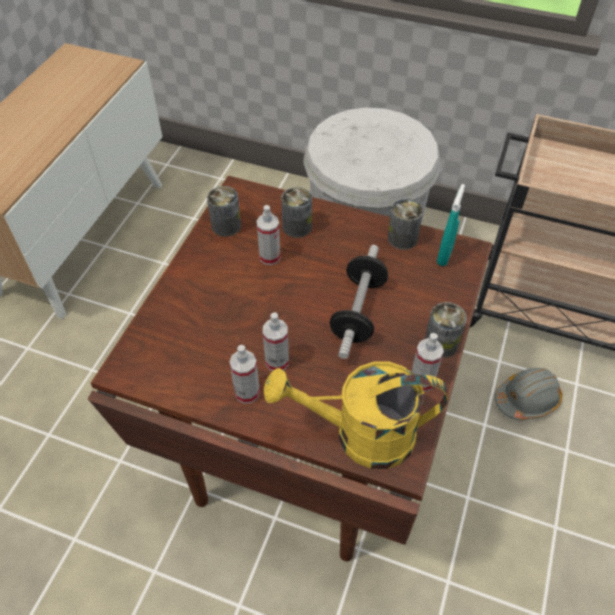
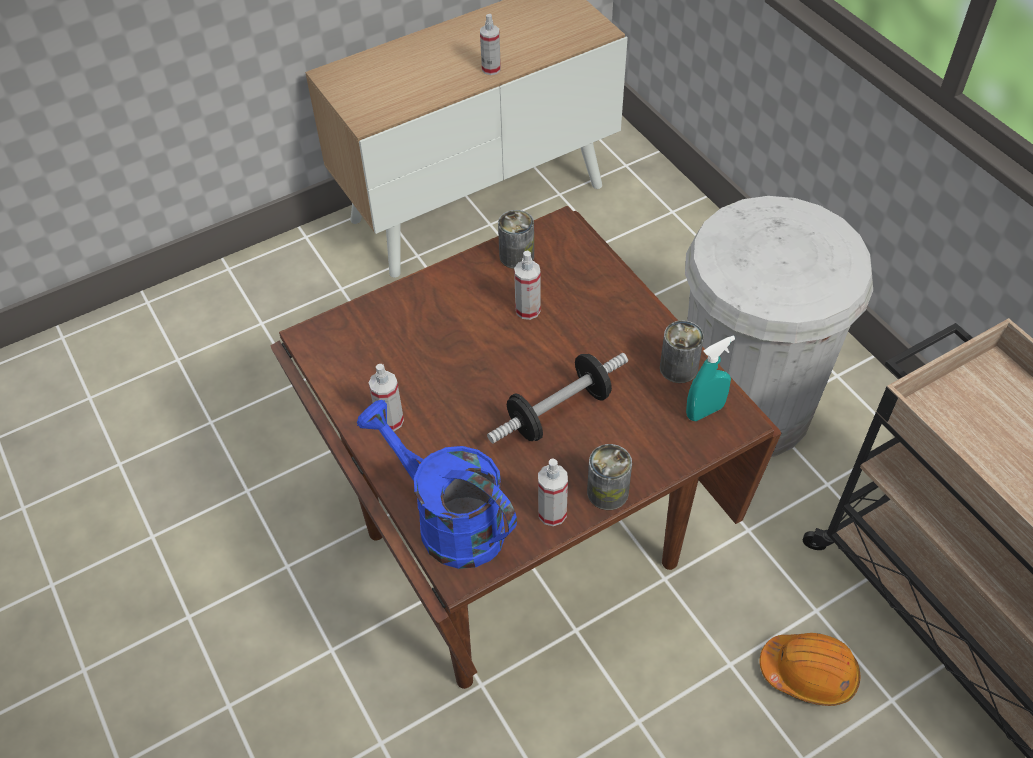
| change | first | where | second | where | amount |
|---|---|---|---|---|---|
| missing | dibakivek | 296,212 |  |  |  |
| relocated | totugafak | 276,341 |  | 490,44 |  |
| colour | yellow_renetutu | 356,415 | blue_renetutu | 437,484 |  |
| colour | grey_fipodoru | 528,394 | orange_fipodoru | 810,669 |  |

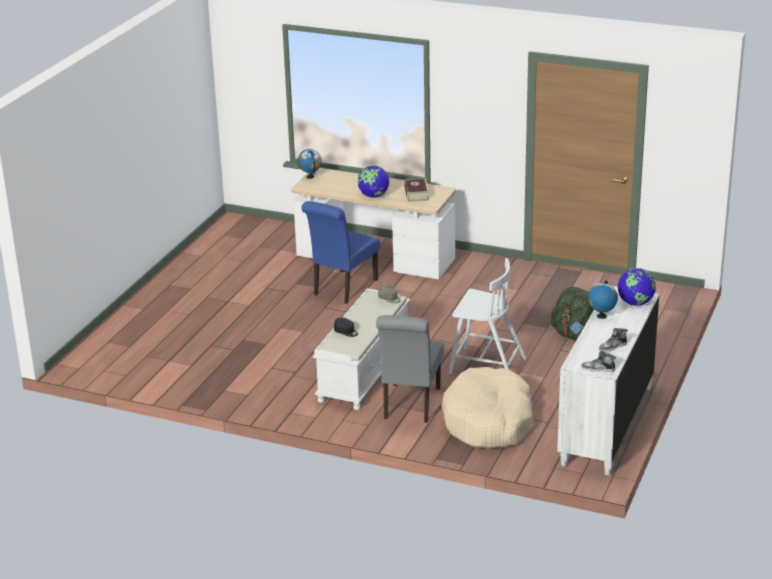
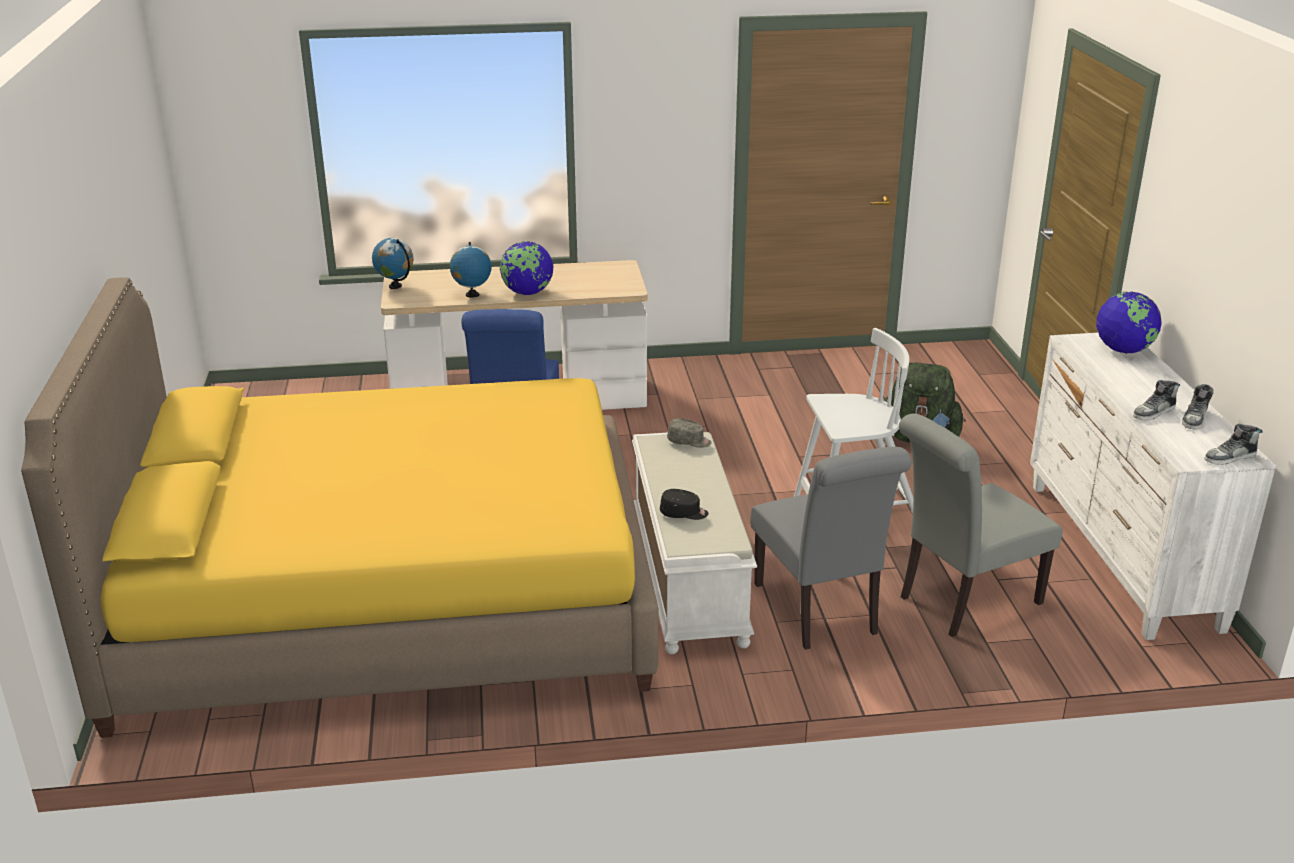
| change | first | where | second | where | amount |
|---|---|---|---|---|---|
| missing | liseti | 416,190 |  |  |  |
| appeared |  |  | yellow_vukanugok | 339,507 |  |
| appeared |  |  | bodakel | 1156,400 |  |
| relocated | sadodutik | 603,299 |  | 471,270 |  |
| exchanged | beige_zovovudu | 487,407 | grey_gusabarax | 981,525 |  |

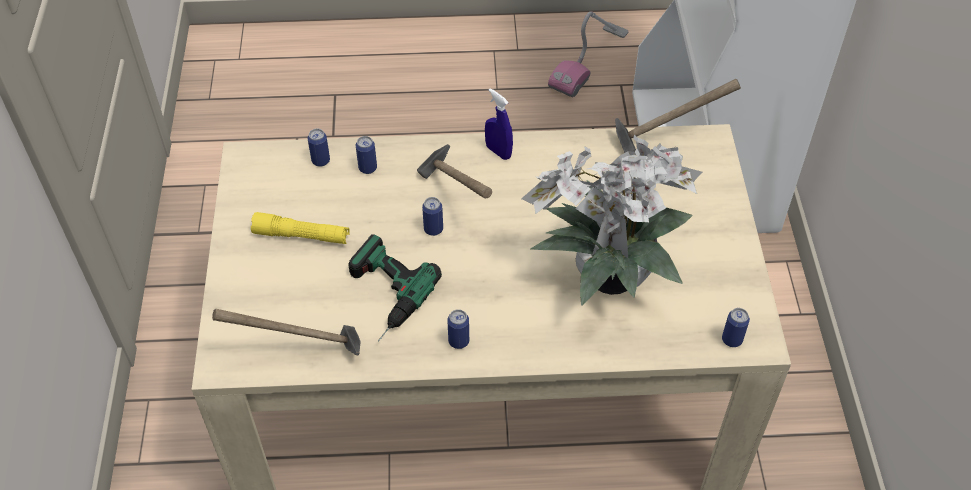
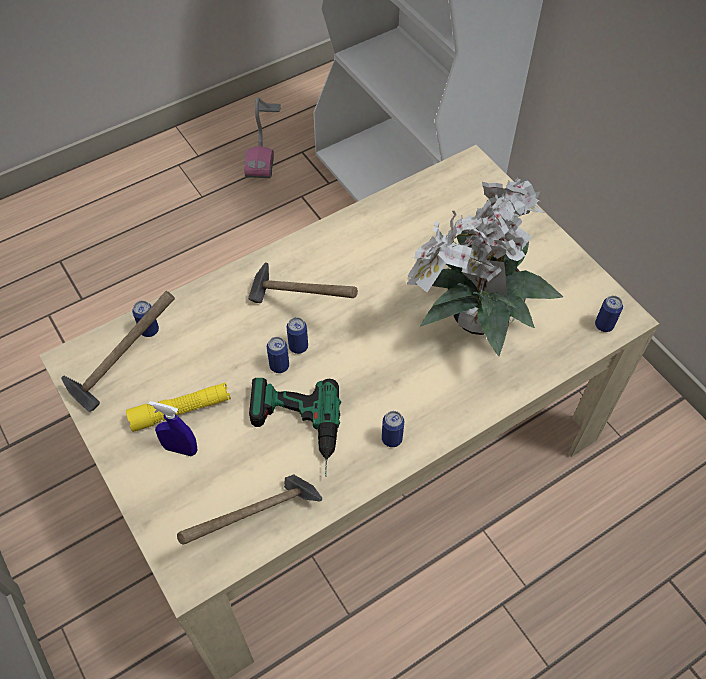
| change | first | where | second | where | amount |
|---|---|---|---|---|---|
| relocated | dibakivek | 366,155 |  | 278,355 |  |
| relocated | blue_totugafak | 499,124 |  | 173,428 |  |
| relocated | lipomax | 678,116 |  | 118,351 |  |

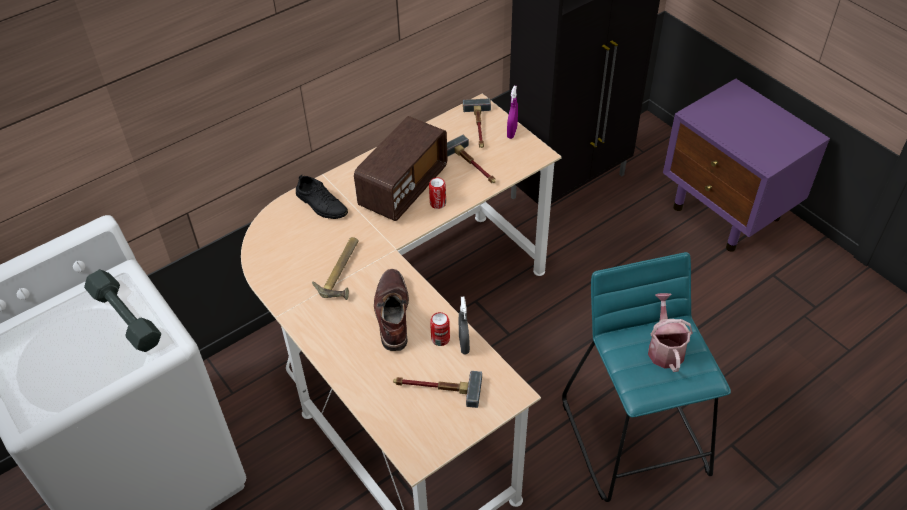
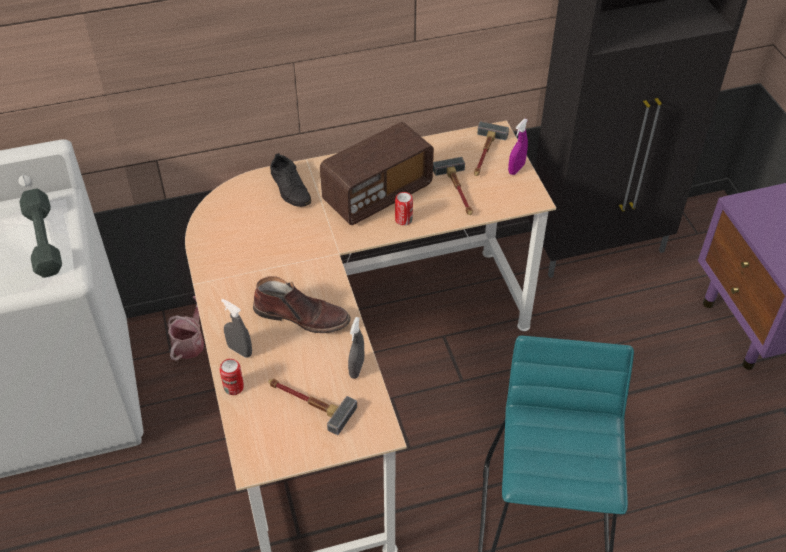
| change | first | where | second | where | amount |
|---|---|---|---|---|---|
| missing | lipomax | 335,268 |  |  |  |
| appeared |  |  | grey_totugafak | 236,328 |  |
| relocated | dibakivek | 440,329 |  | 232,377 |  |
| relocated | renetutu | 670,332 |  | 185,328 |  |
| spun | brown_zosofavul | 391,310 |  | 302,304 | 90 degrees clockwise |

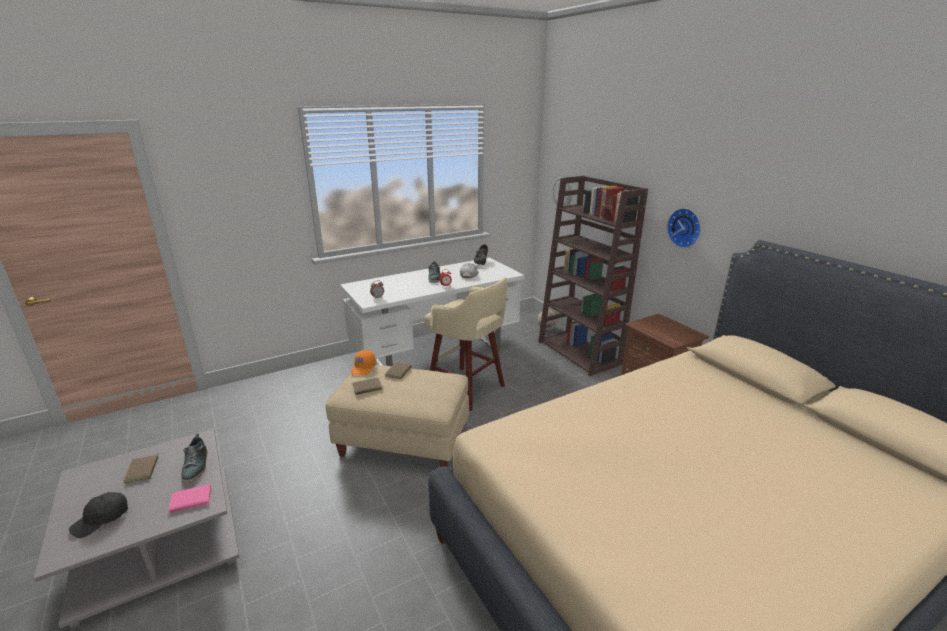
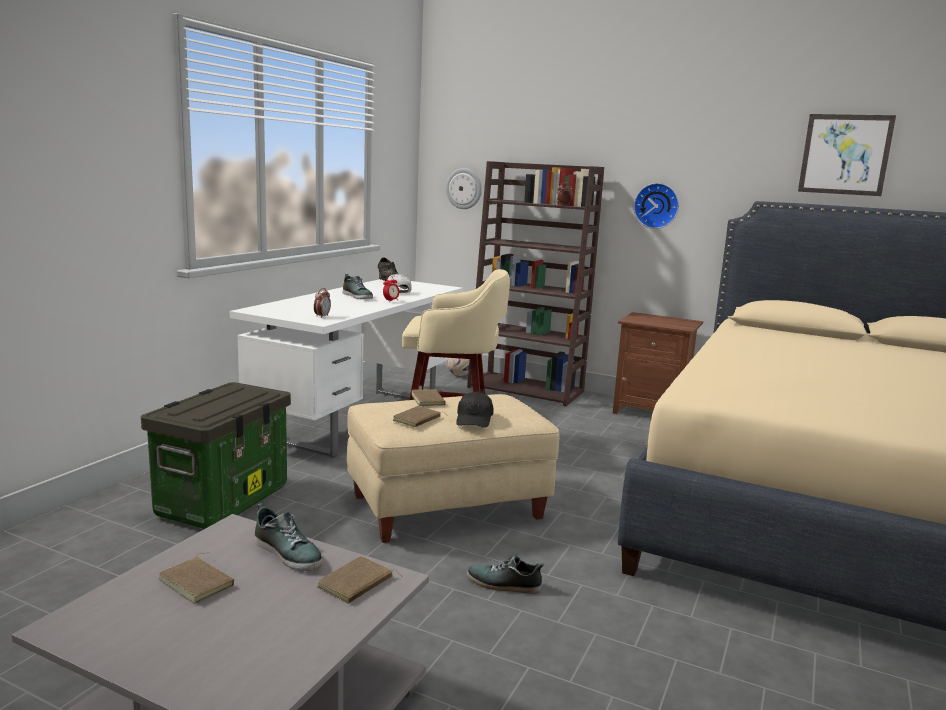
| change | first | where | second | where | amount |
|---|---|---|---|---|---|
| missing | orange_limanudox | 363,362 |  |  |  |
| appeared |  |  | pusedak | 216,455 |  |
| appeared |  |  | bodakel | 506,574 |  |
| appeared |  |  | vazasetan | 847,155 |  |
| relocated | black_limanudox | 98,515 |  | 475,409 |  |
| colour | pink_liseti | 190,498 | brown_liseti | 359,580 |  |

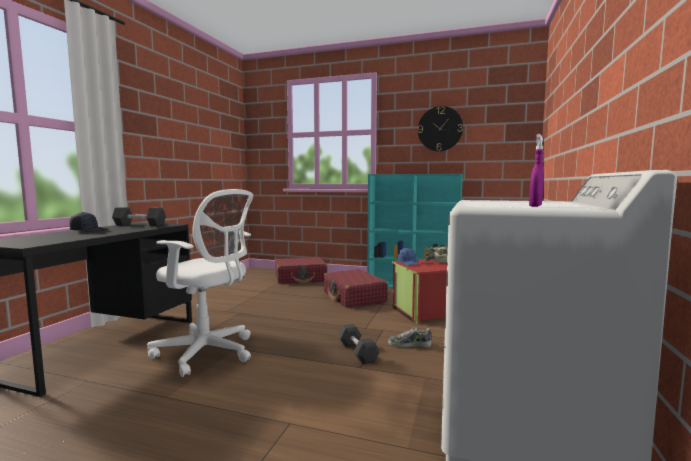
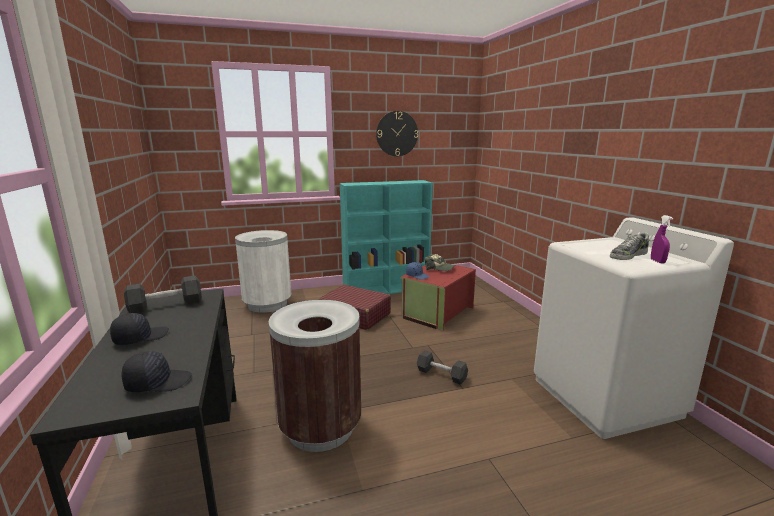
| change | first | where | second | where | amount |
|---|---|---|---|---|---|
| appeared |  |  | black_limanudox | 157,371 |  |
| relocated | bodakel | 410,337 |  | 629,246 |  |
| exchanged | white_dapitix | 200,283 | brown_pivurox | 315,376 |  |
| exchanged | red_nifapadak | 301,270 | white_pivurox | 263,271 |  |

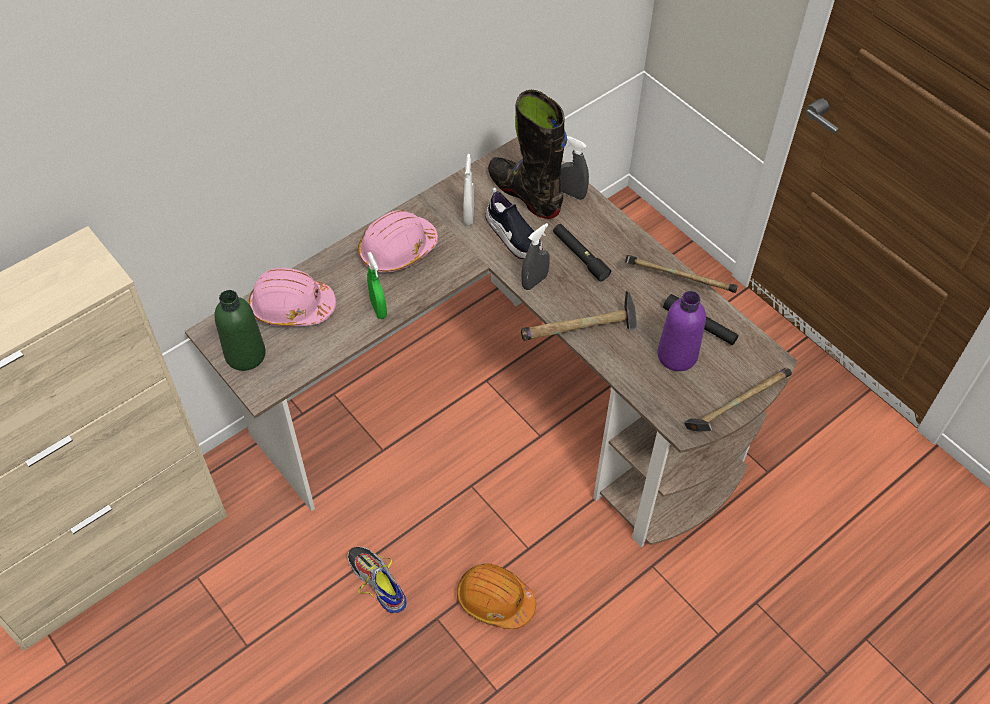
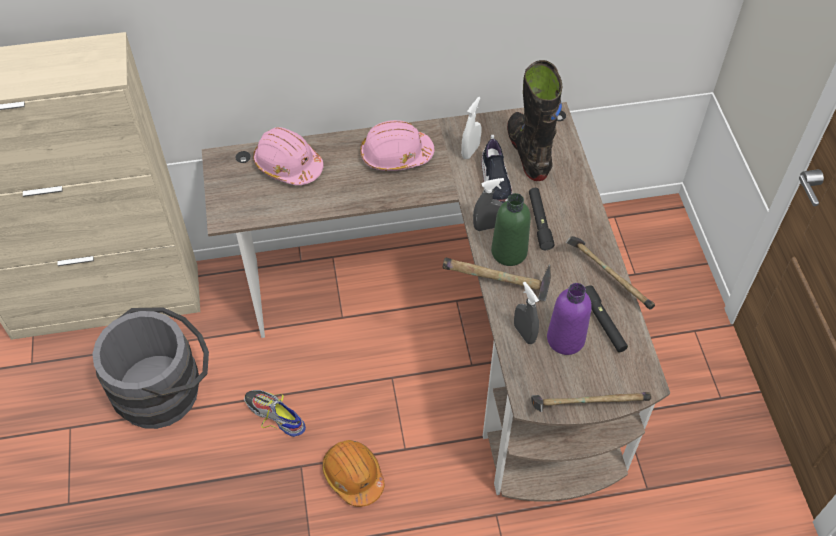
| change | first | where | second | where | amount |
|---|---|---|---|---|---|
| missing | green_totugafak | 377,285 |  |  |  |
| appeared |  |  | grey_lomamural | 151,368 |  |
| relocated | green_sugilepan | 240,330 |  | 511,229 |  |
| relocated | grey_totugafak | 574,168 |  | 526,313 |  |
| spun | bodakel | 377,580 |  | 275,413 | 45 degrees counterclockwise |

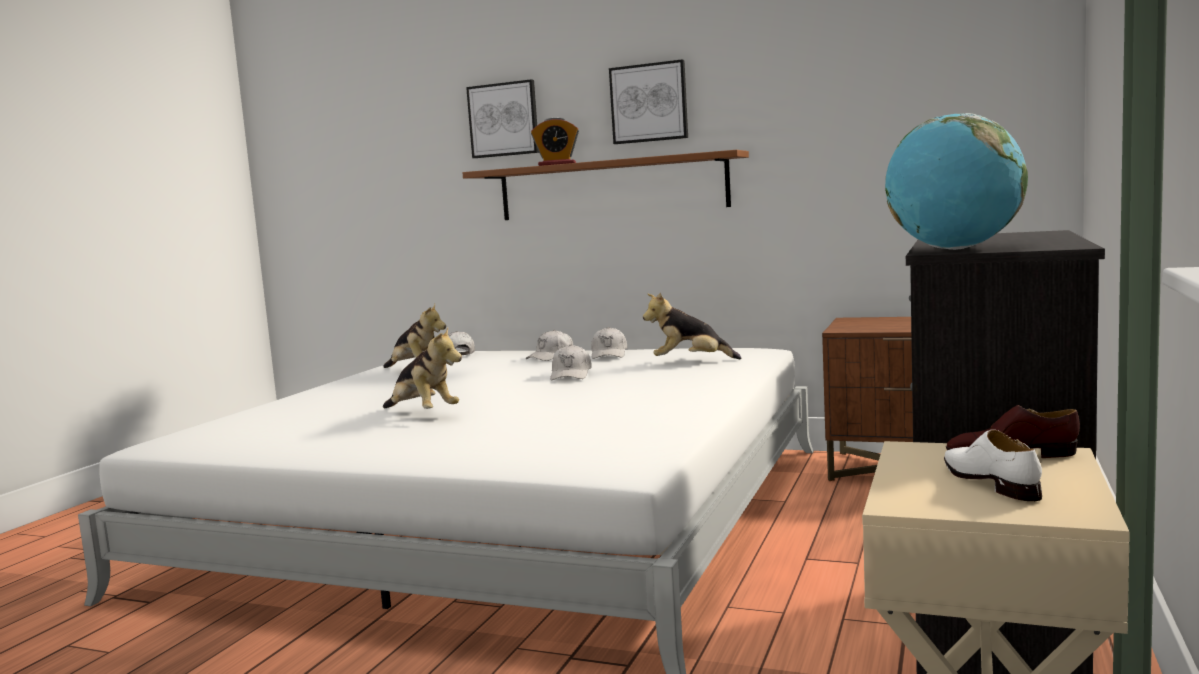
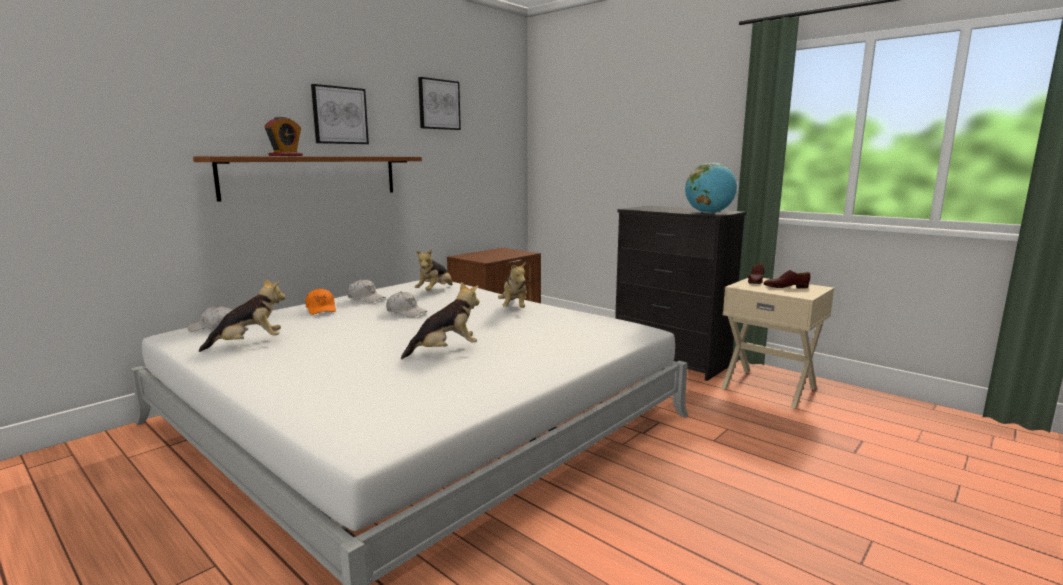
| change | first | where | second | where | amount |
|---|---|---|---|---|---|
| appeared |  |  | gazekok | 512,285 |  |
| relocated | vazasetan | 502,118 |  | 439,103 |  |
| colour | white_limanudox | 549,345 | orange_limanudox | 320,301 |  |
| colour | white_bodakel | 993,465 | brown_bodakel | 786,279 |  |

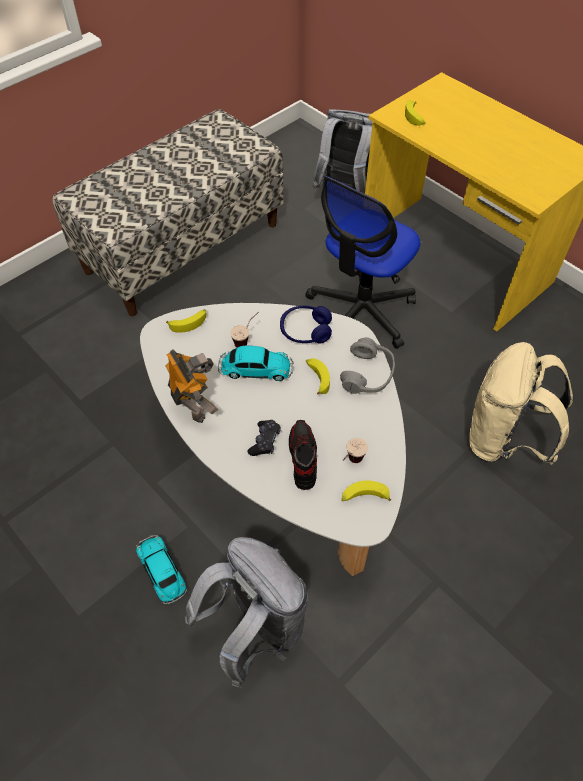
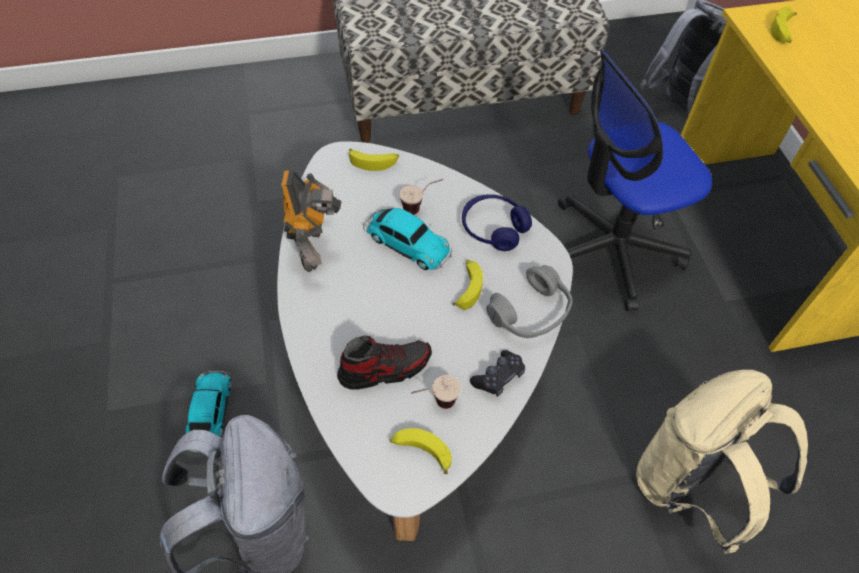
| change | first | where | second | where | amount |
|---|---|---|---|---|---|
| relocated | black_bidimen | 264,438 |  | 497,373 |  |
| spun | bodakel | 303,455 |  | 384,363 | 45 degrees clockwise |

